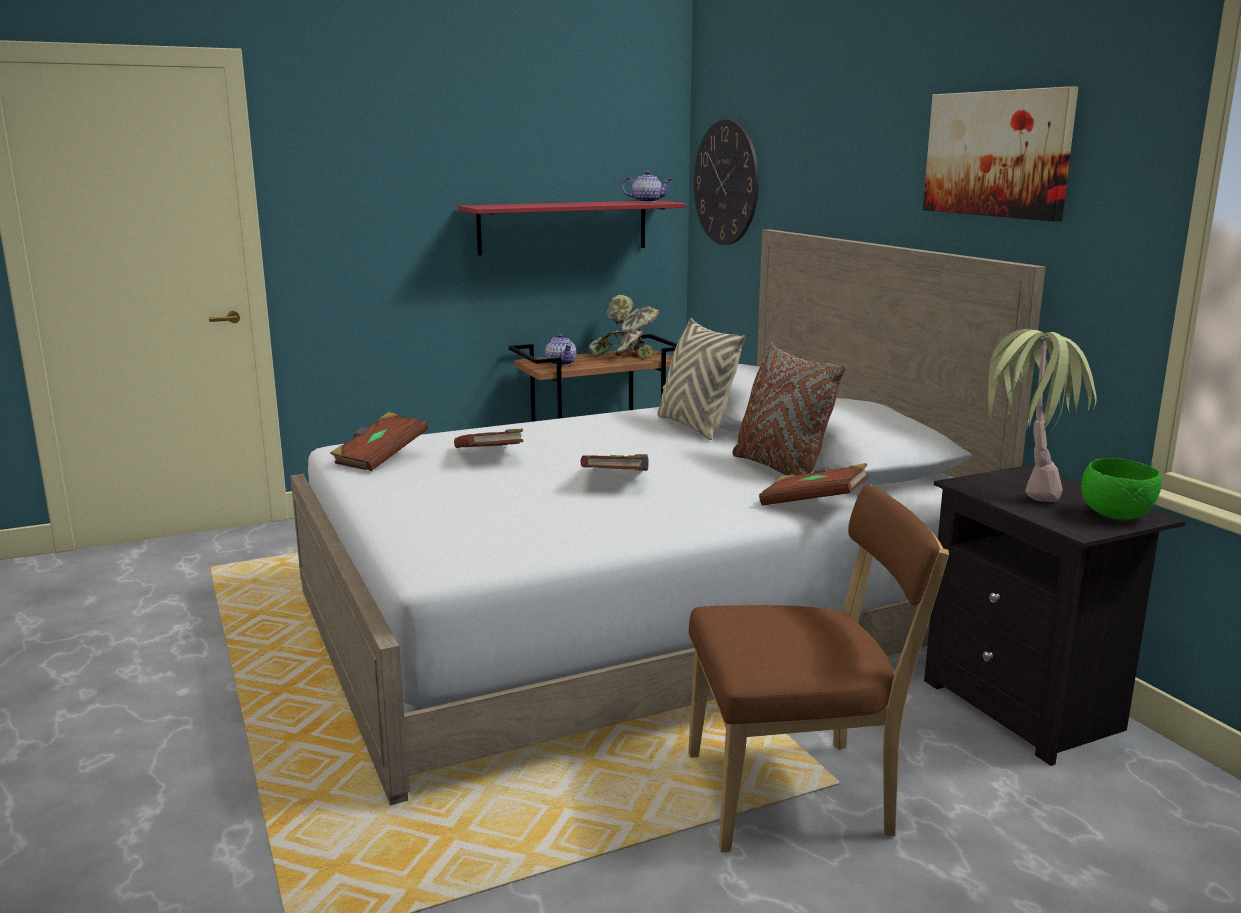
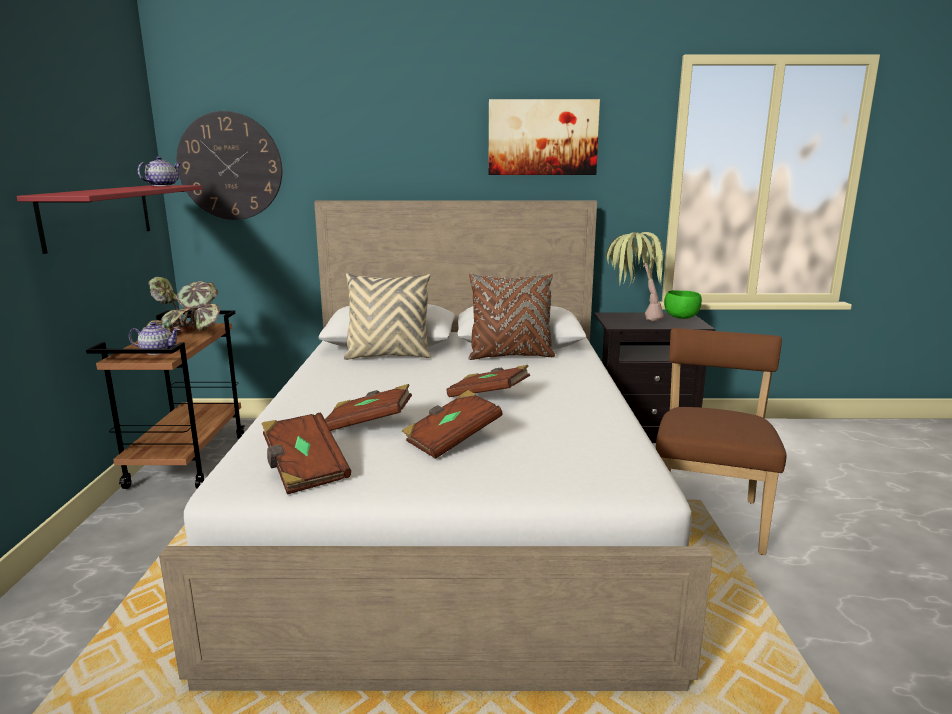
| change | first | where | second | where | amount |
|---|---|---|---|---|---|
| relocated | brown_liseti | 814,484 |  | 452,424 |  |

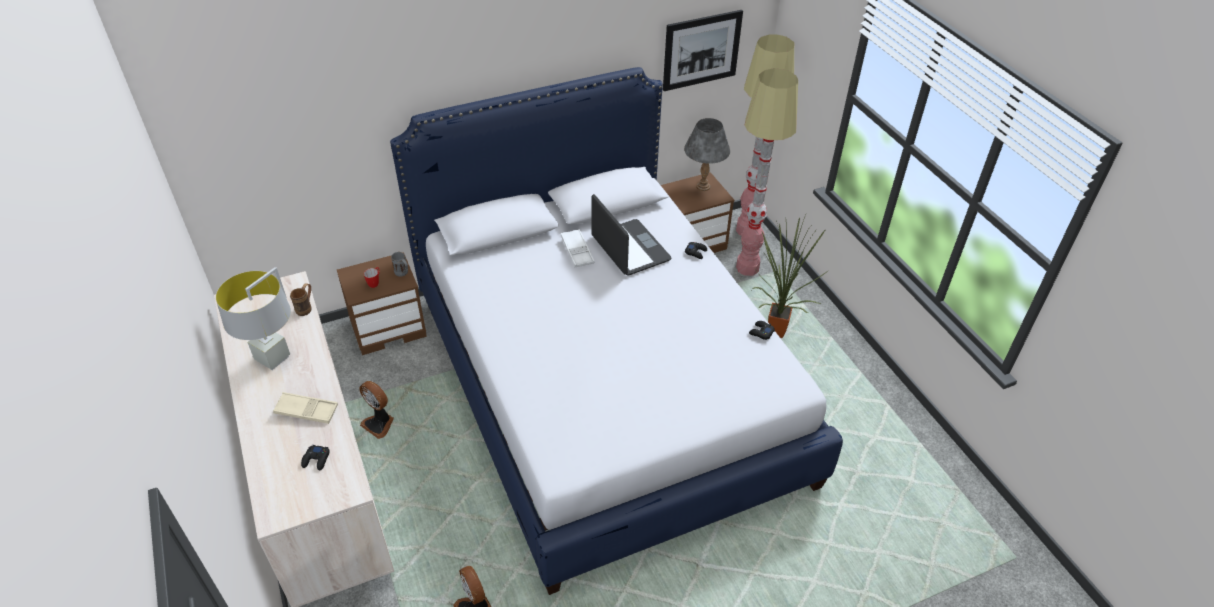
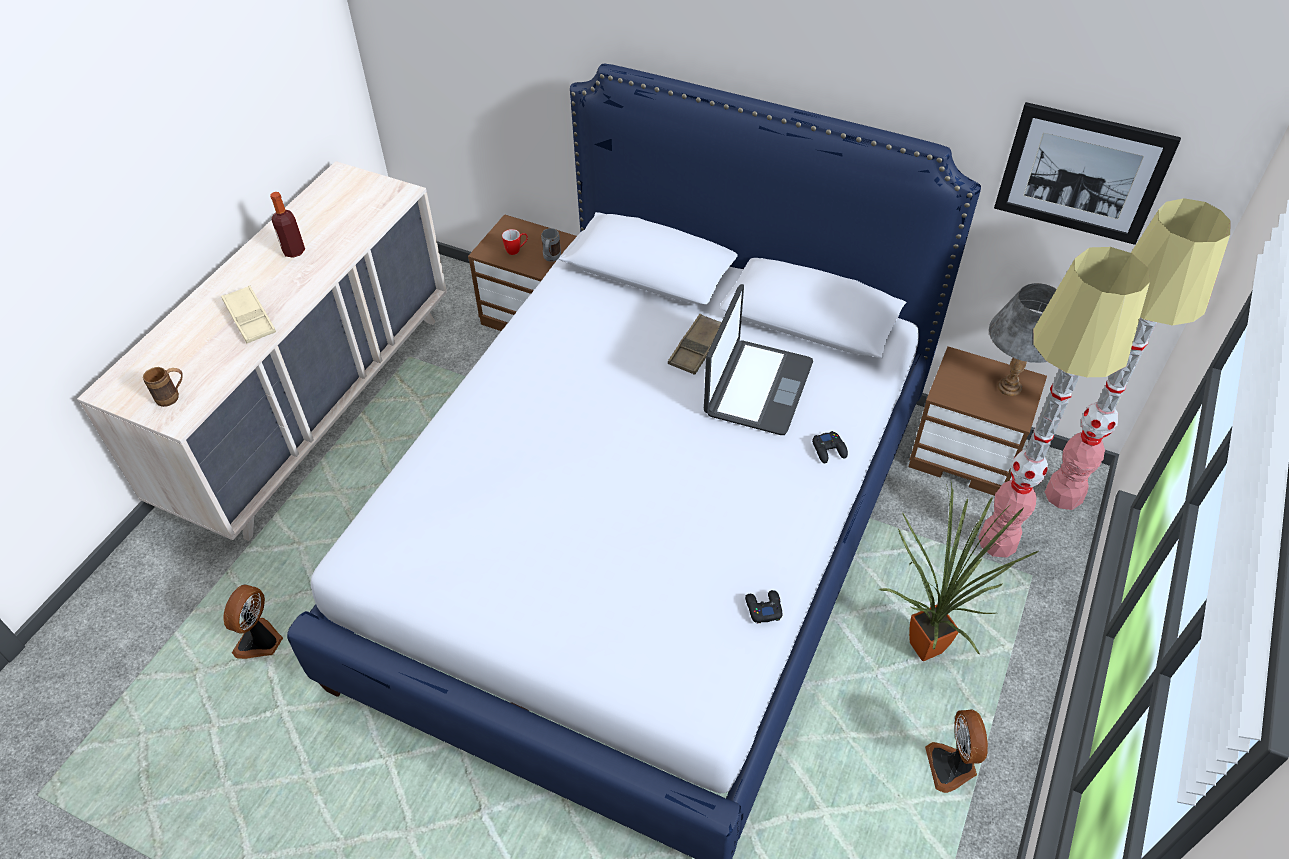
| change | first | where | second | where | amount |
|---|---|---|---|---|---|
| missing | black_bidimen | 315,458 |  |  |  |
| relocated | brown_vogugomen | 301,299 |  | 163,387 |  |
| relocated | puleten | 376,410 |  | 956,751 |  |
| exchanged | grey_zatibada | 253,318 | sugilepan | 287,225 |  |
| colour | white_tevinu | 577,248 | brown_tevinu | 695,344 |  |

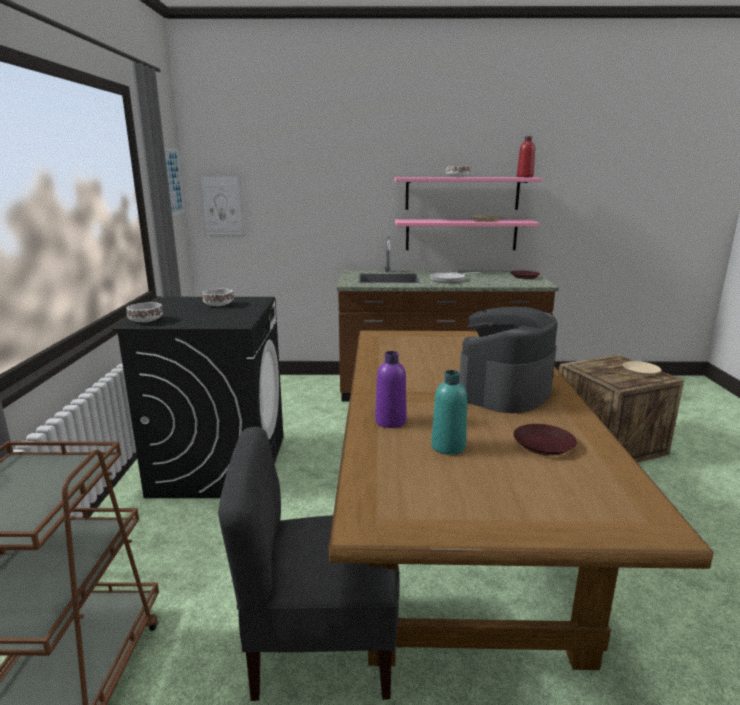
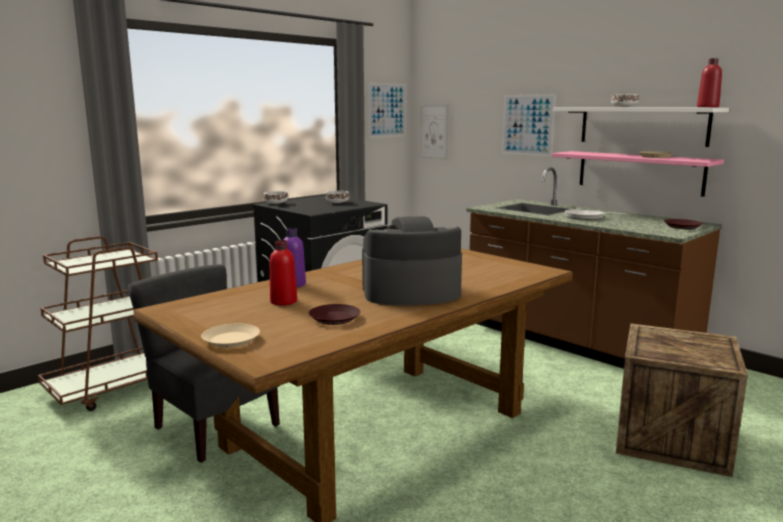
| change | first | where | second | where | amount |
|---|---|---|---|---|---|
| appeared |  |  | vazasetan | 529,125 |  |
| relocated | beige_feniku | 642,368 |  | 230,336 |  |
| colour | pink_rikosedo | 468,193 | white_rikosedo | 641,127 |  |
| colour | turquoise_sugilepan | 449,412 | red_sugilepan | 283,272 |  |

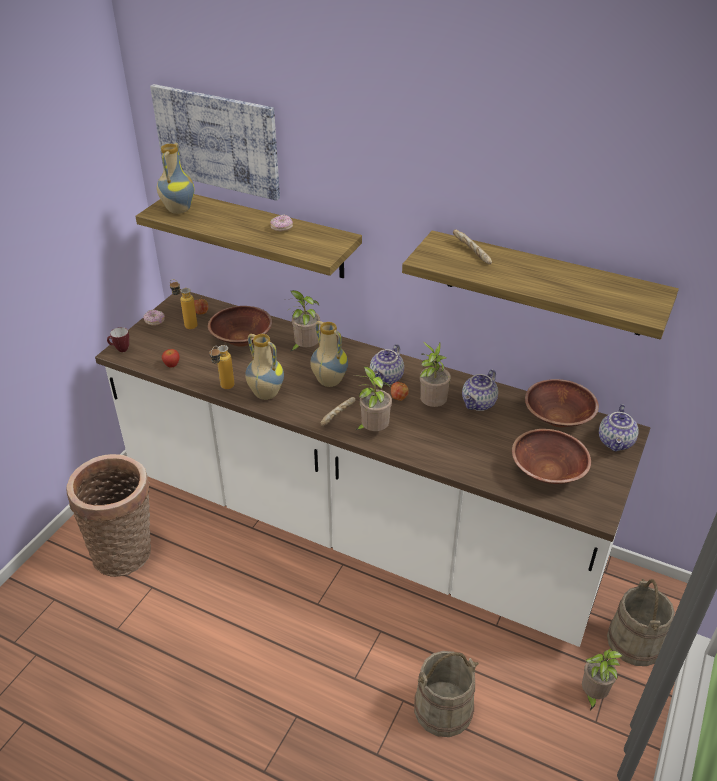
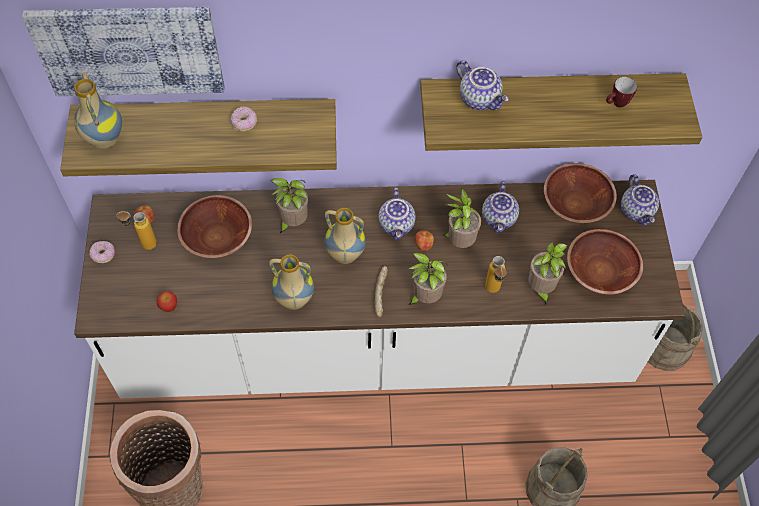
| change | first | where | second | where | amount |
|---|---|---|---|---|---|
| relocated | vogugomen | 118,339 |  | 621,92 |  |
| relocated | sugilepan | 221,367 |  | 496,274 |  |
| relocated | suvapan | 602,679 |  | 548,273 |  |
| exchanged | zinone | 472,246 | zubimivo | 482,85 |  |

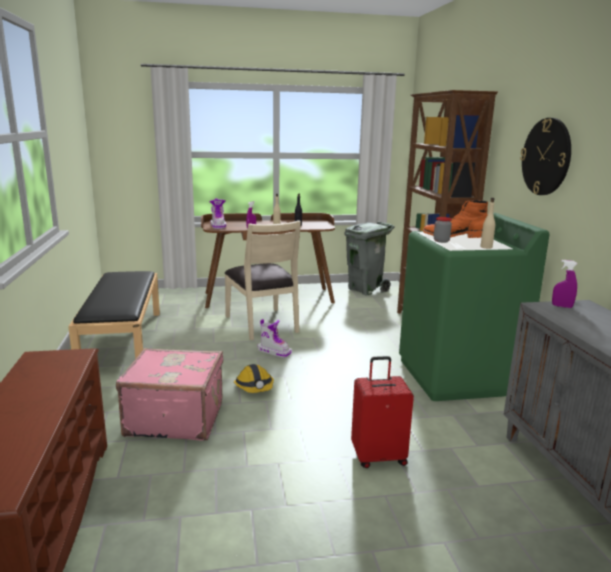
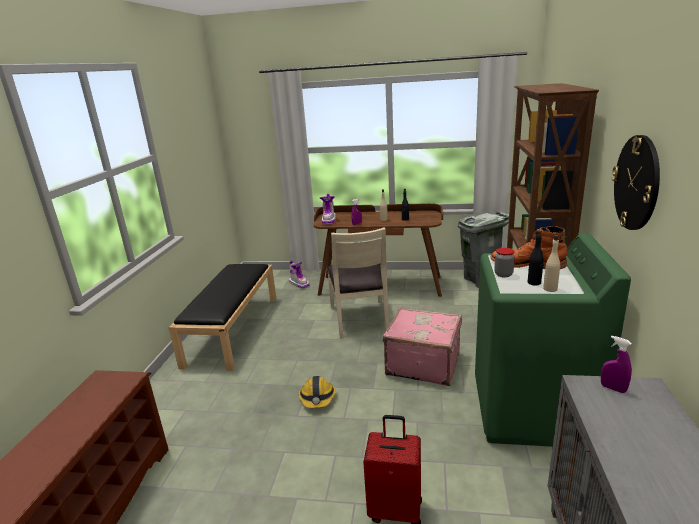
| change | first | where | second | where | amount |
|---|---|---|---|---|---|
| appeared |  |  | black_sugilepan | 536,258 |  |
| relocated | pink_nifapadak | 169,394 |  | 422,346 |  |
| relocated | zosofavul | 275,338 |  | 299,275 |  |

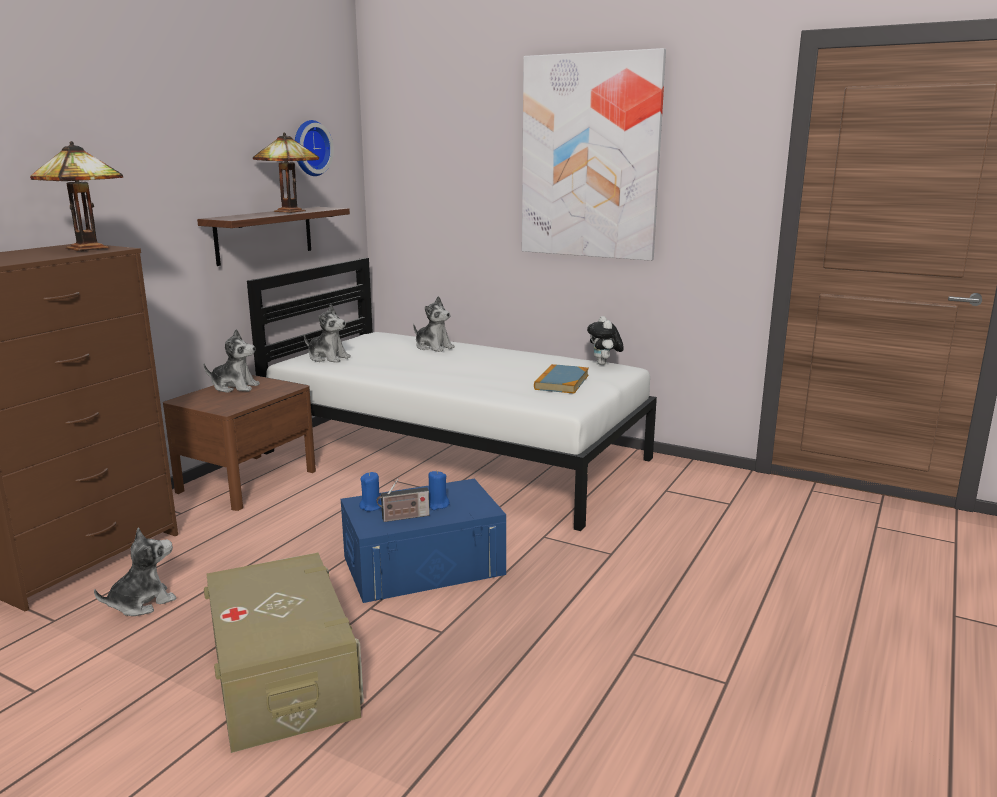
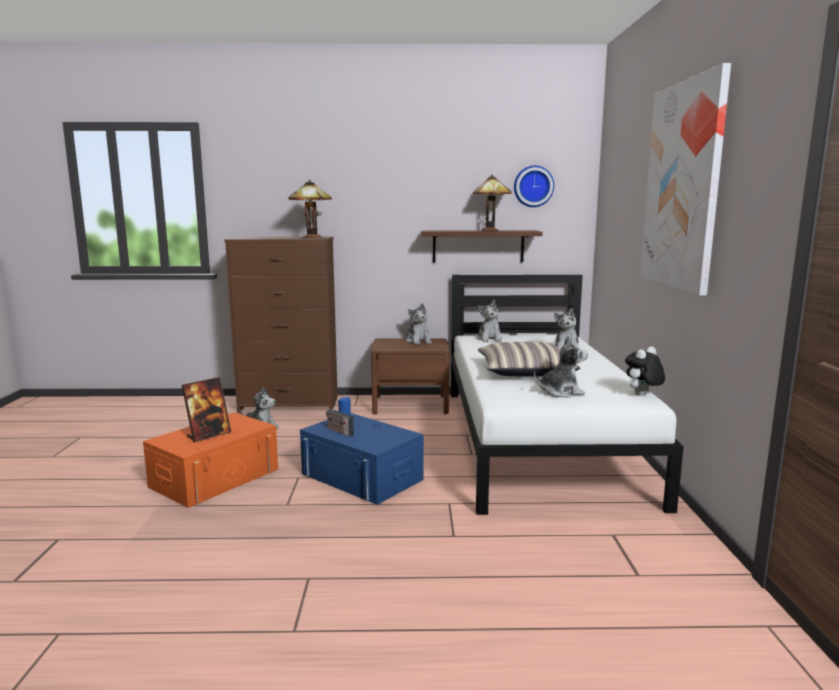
| change | first | where | second | where | amount |
|---|---|---|---|---|---|
| missing | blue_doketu | 439,490 |  |  |  |
| appeared |  |  | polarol | 206,409 |  |
| appeared |  |  | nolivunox | 529,359 |  |
| exchanged | liseti | 561,379 | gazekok | 561,367 |  |
| colour | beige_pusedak | 284,653 | orange_pusedak | 210,460 |  |

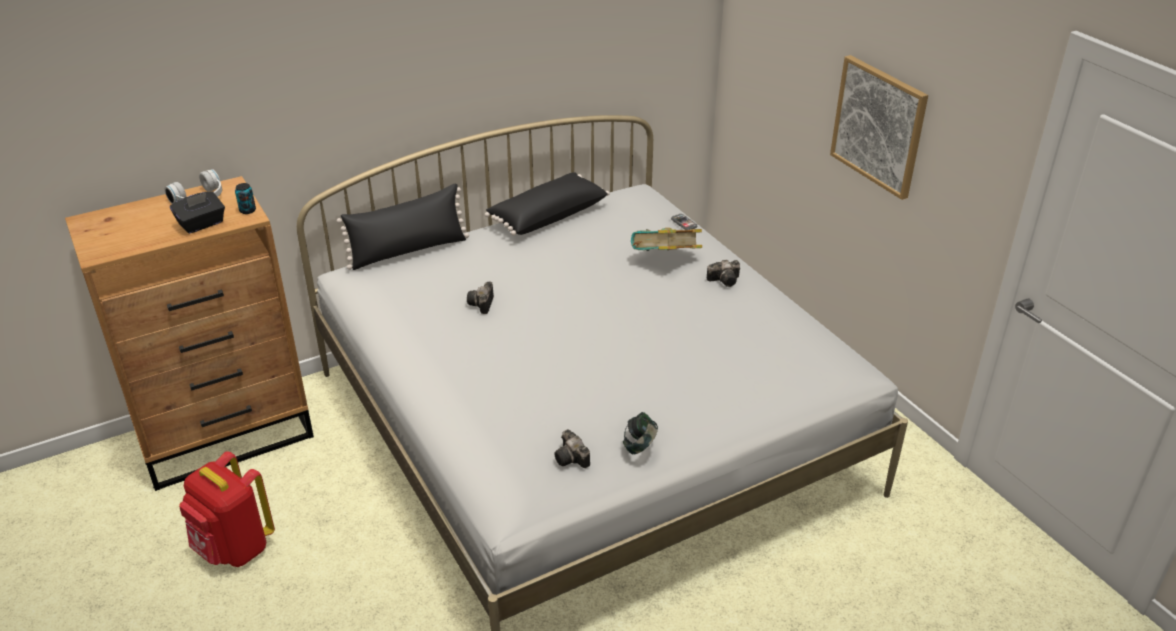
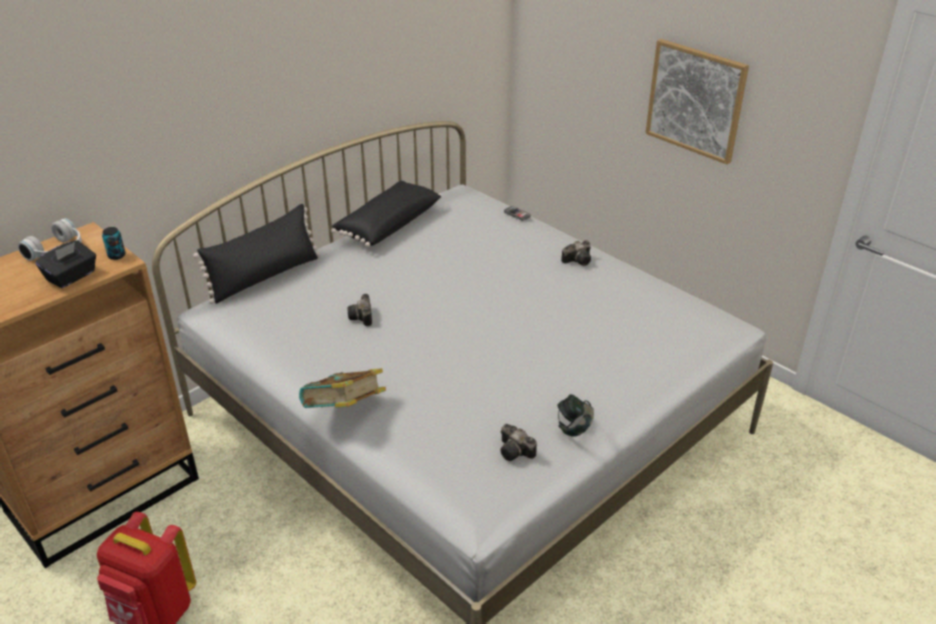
| change | first | where | second | where | amount |
|---|---|---|---|---|---|
| relocated | liseti | 666,239 |  | 342,388 |  |

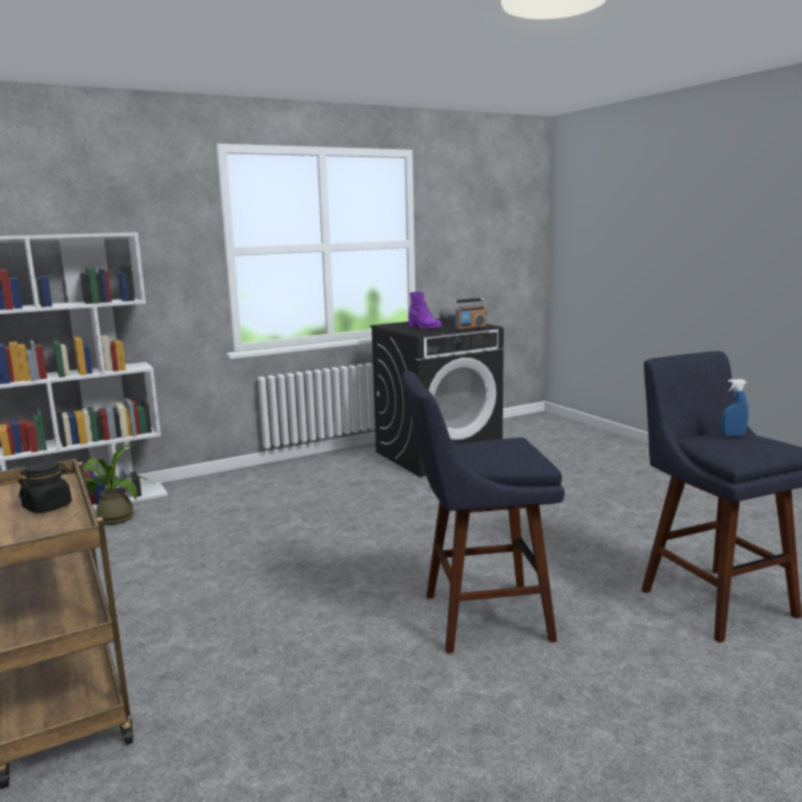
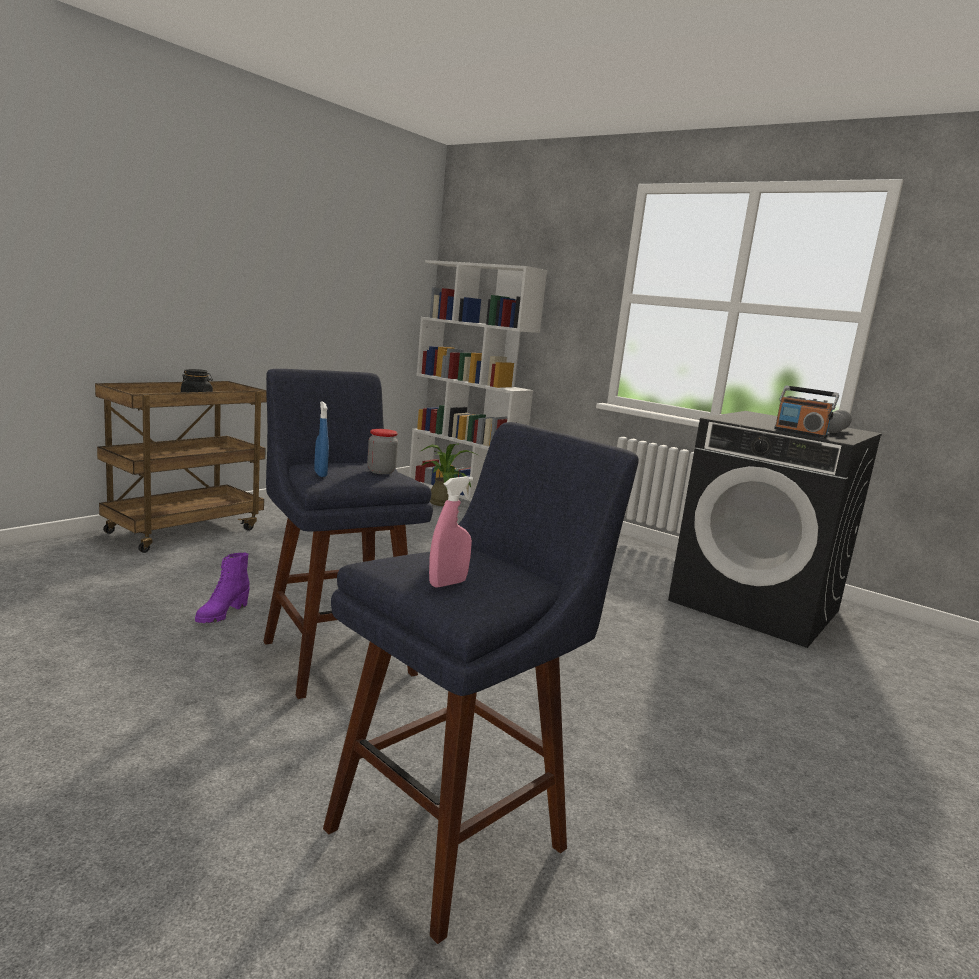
| change | first | where | second | where | amount |
|---|---|---|---|---|---|
| appeared |  |  | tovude | 382,451 |  |
| appeared |  |  | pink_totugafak | 451,532 |  |
| relocated | purple_zosofavul | 425,310 |  | 222,588 |  |
| relocated | blue_totugafak | 735,407 |  | 321,439 |  |

